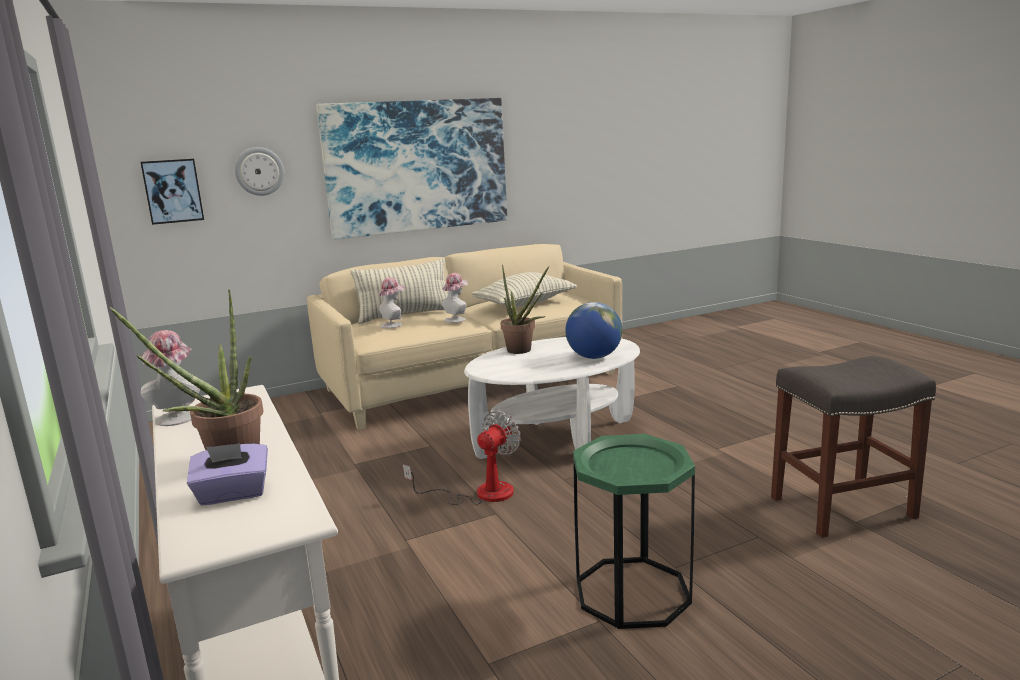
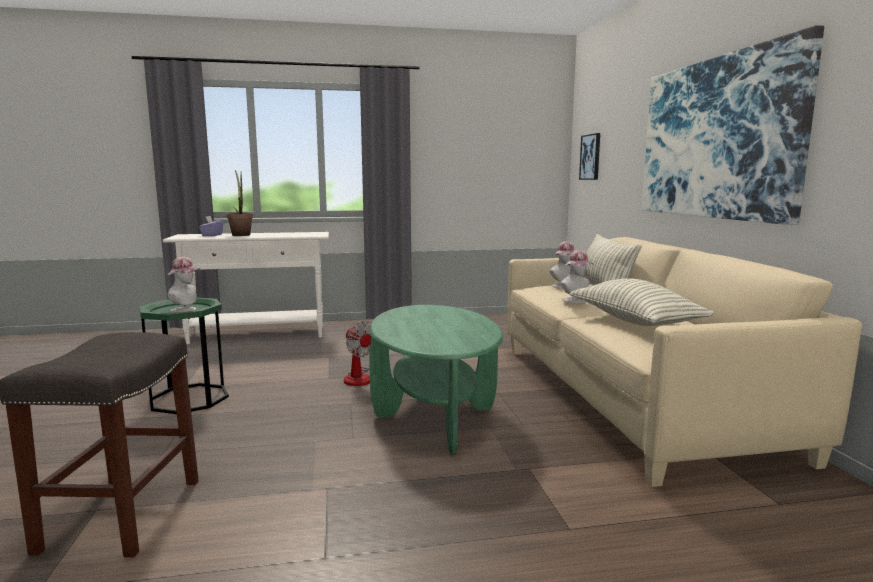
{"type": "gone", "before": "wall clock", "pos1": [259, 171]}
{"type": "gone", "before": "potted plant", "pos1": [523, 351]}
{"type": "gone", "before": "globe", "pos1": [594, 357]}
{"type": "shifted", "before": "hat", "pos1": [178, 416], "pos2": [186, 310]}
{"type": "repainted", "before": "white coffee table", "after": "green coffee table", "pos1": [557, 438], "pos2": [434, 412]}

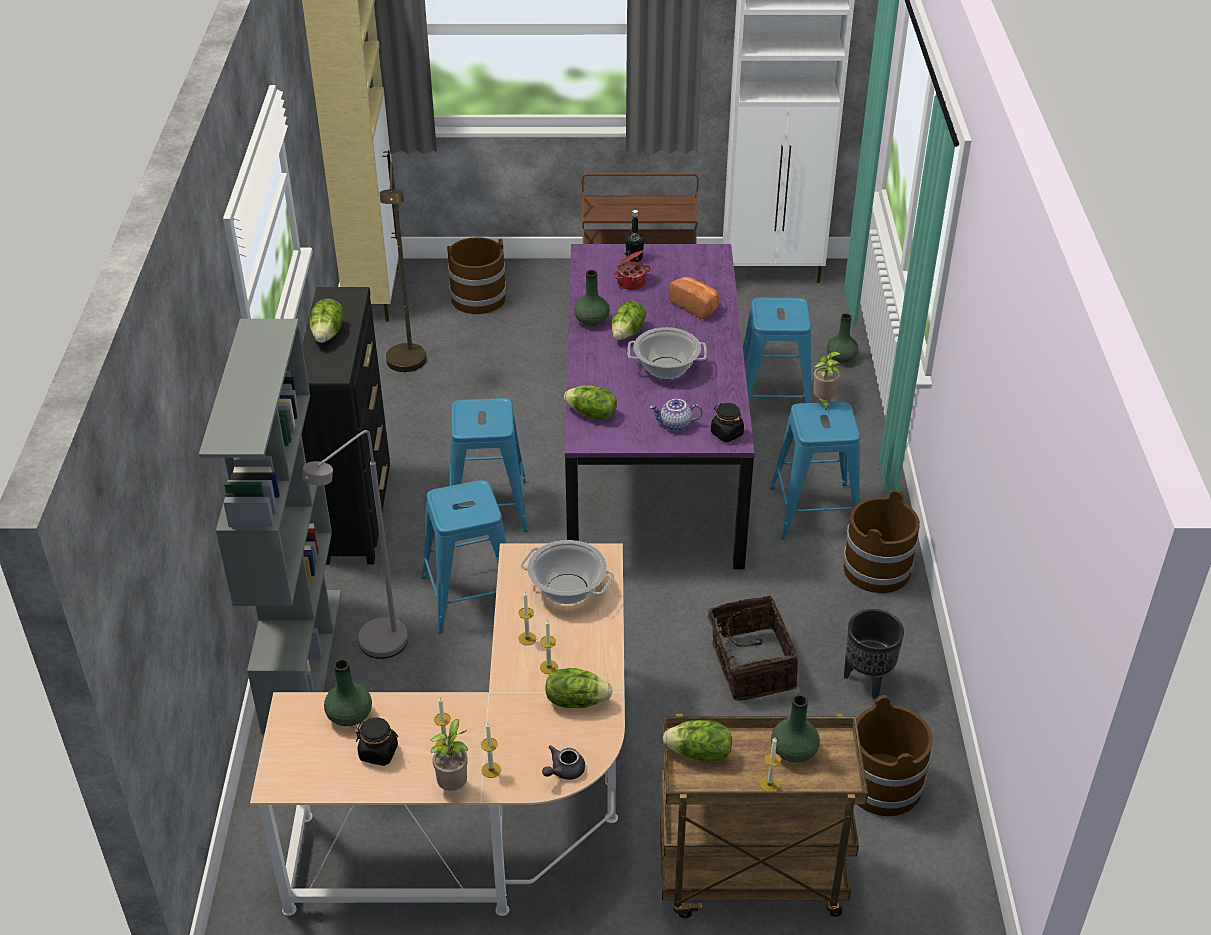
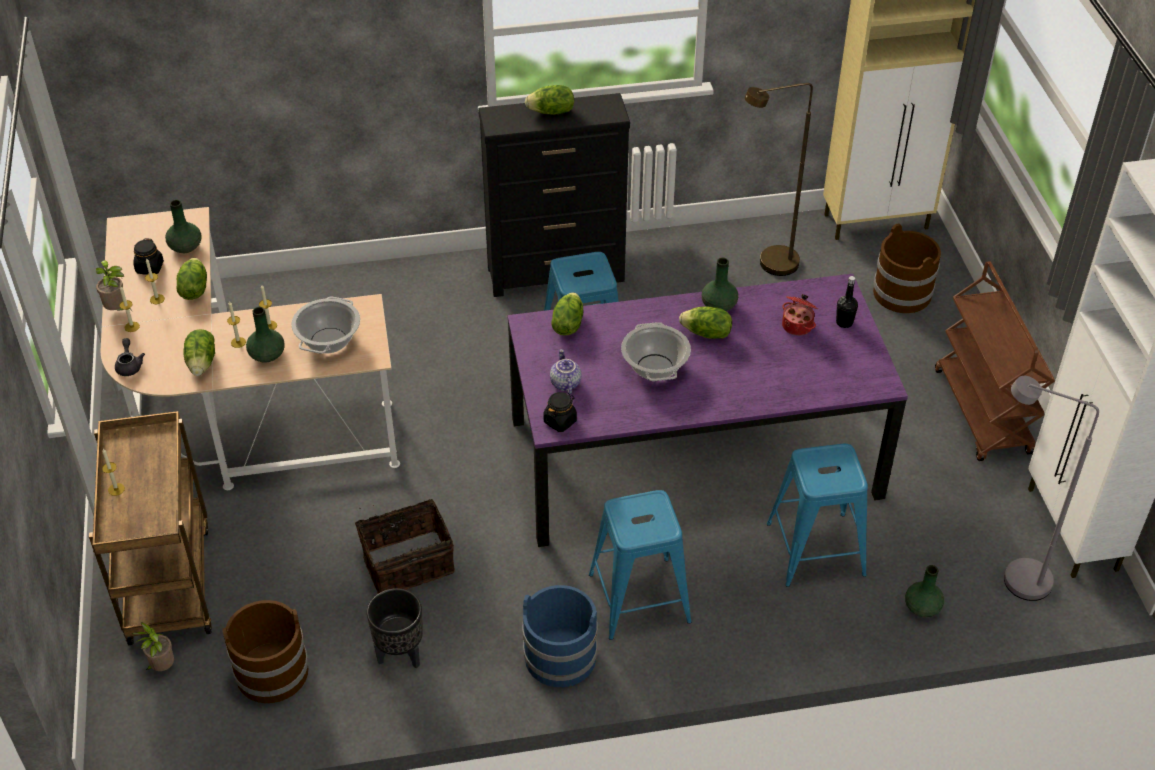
{"type": "gone", "before": "bread", "pos1": [695, 306]}
{"type": "gone", "before": "grey bookcase", "pos1": [301, 658]}
{"type": "shifted", "before": "potted plant", "pos1": [823, 402], "pos2": [161, 667]}
{"type": "shifted", "before": "grey floor lamp", "pos1": [375, 650], "pos2": [1013, 578]}
{"type": "gone", "before": "blue stool", "pos1": [470, 596]}
{"type": "repainted", "before": "brown bucket", "after": "blue bucket", "pos1": [877, 569], "pos2": [559, 657]}
{"type": "shifted", "before": "green vase", "pos1": [793, 751], "pos2": [267, 355]}
{"type": "shifted", "before": "lettuce", "pos1": [699, 754], "pos2": [193, 289]}
{"type": "rotated", "before": "grey teapot", "pos1": [563, 771], "pos2": [129, 365], "turn": 45}

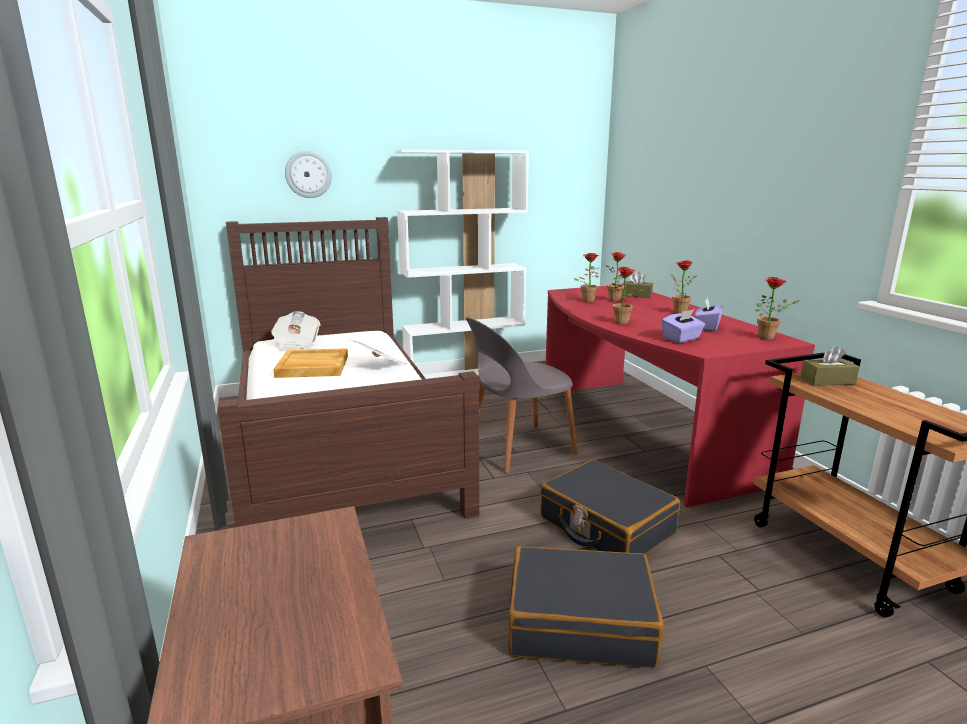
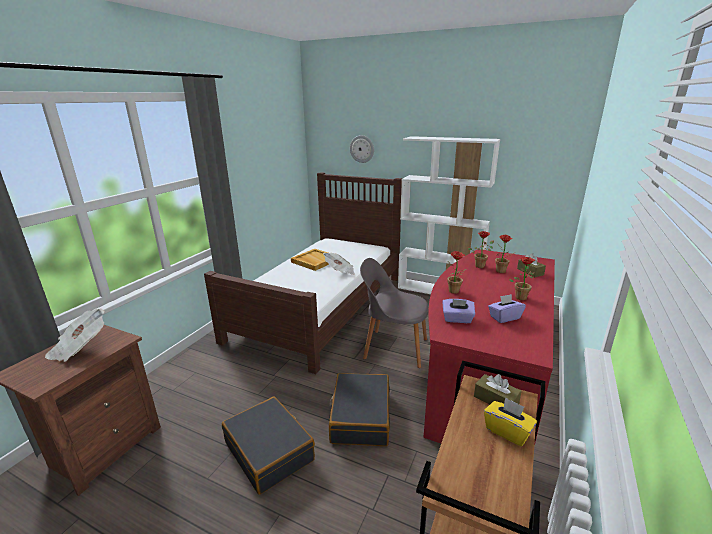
{"type": "gone", "before": "potted plant", "pos1": [769, 337]}
{"type": "shifted", "before": "newspaper", "pos1": [296, 344], "pos2": [80, 348]}
{"type": "new", "after": "yellow tissue box", "pos2": [507, 431]}

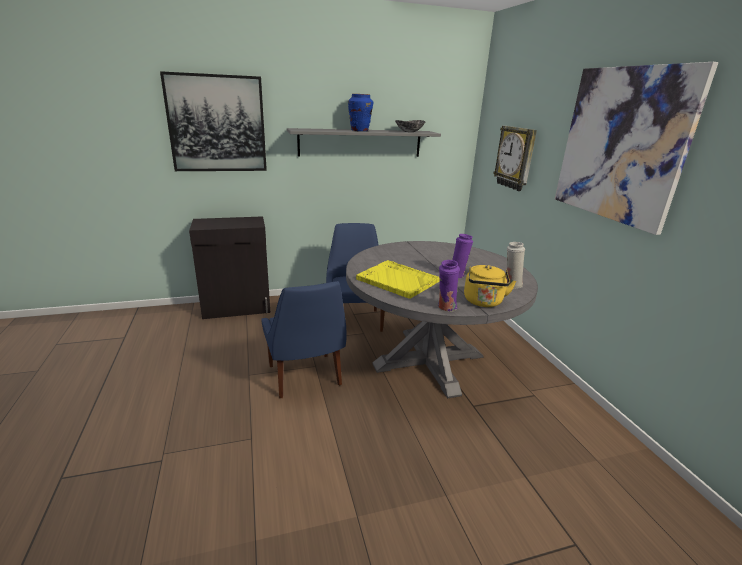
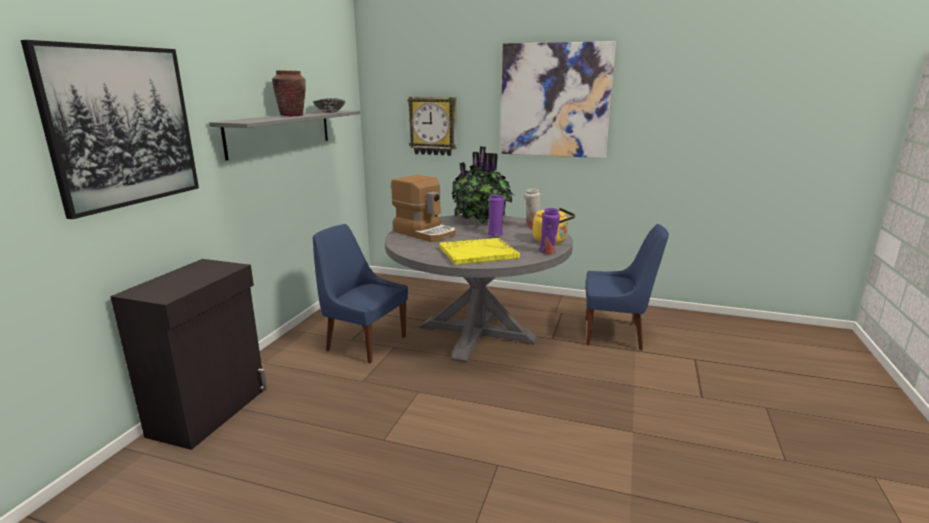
{"type": "repainted", "before": "blue vase", "after": "brown vase", "pos1": [359, 130], "pos2": [292, 115]}
{"type": "shifted", "before": "blue chair", "pos1": [305, 377], "pos2": [616, 334]}
{"type": "new", "after": "potted plant", "pos2": [482, 221]}
{"type": "new", "after": "coffee machine", "pos2": [425, 233]}

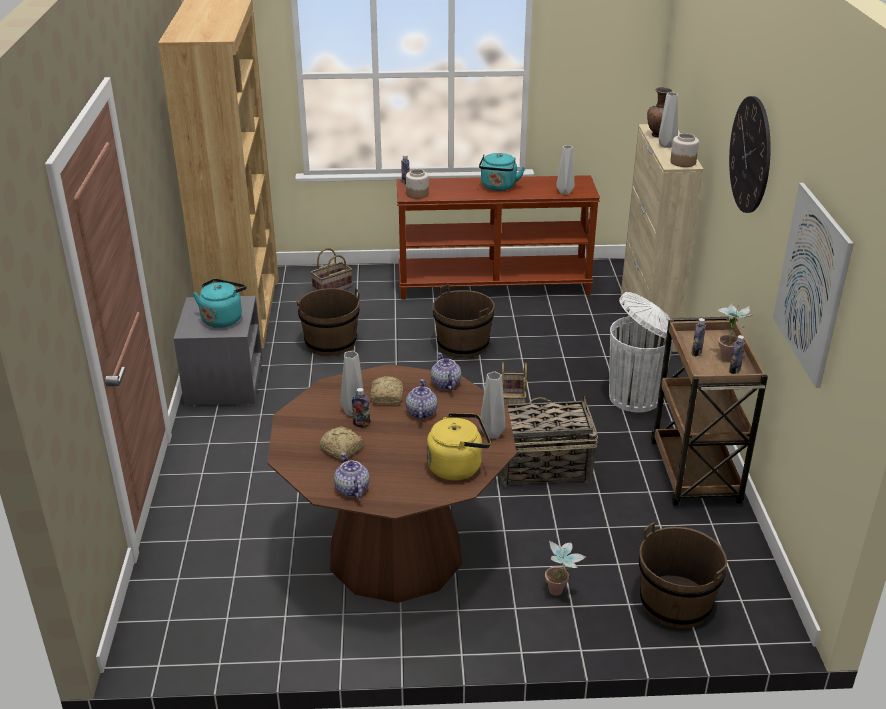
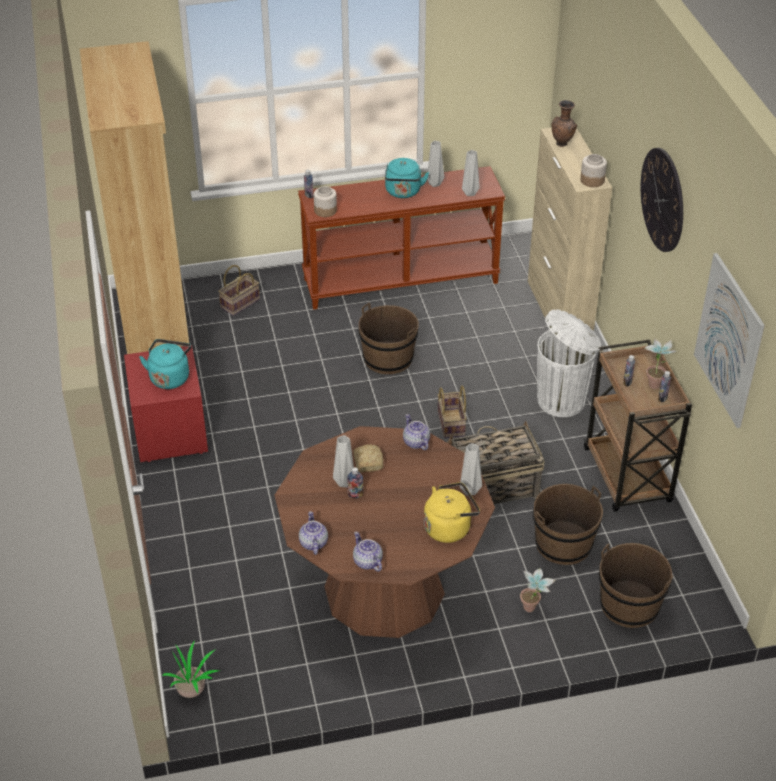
{"type": "shifted", "before": "grey vase", "pos1": [666, 146], "pos2": [435, 184]}
{"type": "shifted", "before": "brown bucket", "pos1": [330, 343], "pos2": [563, 543]}
{"type": "repainted", "before": "grey nightstand", "after": "red nightstand", "pos1": [223, 383], "pos2": [169, 431]}
{"type": "shifted", "before": "teapot", "pos1": [421, 412], "pos2": [313, 543]}
{"type": "gone", "before": "bread", "pos1": [342, 450]}
{"type": "new", "after": "potted plant", "pos2": [193, 690]}

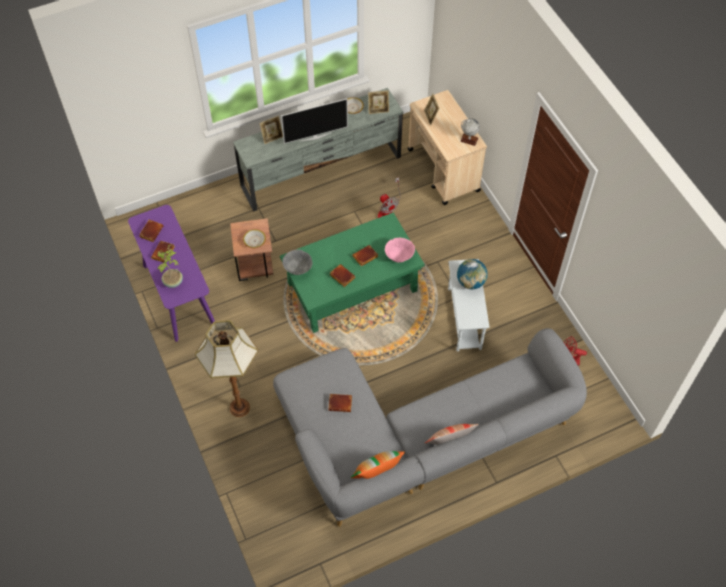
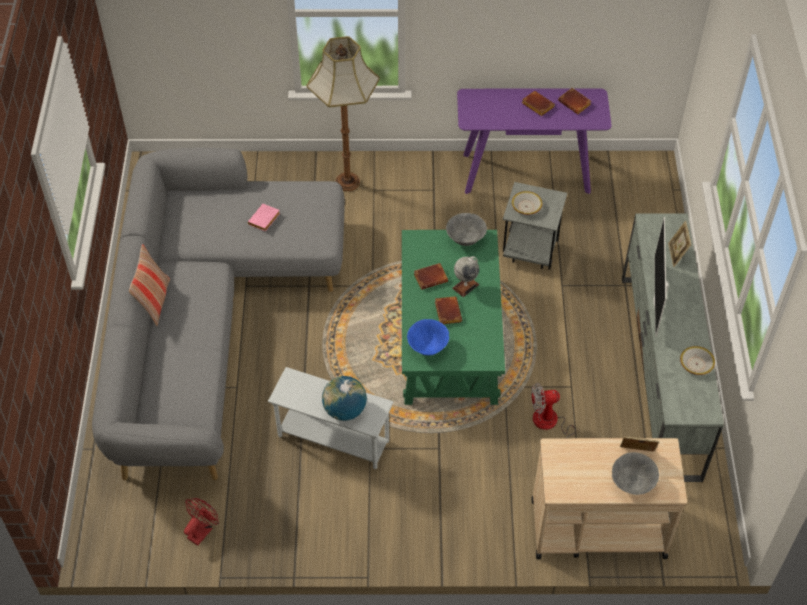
{"type": "gone", "before": "picture frame", "pos1": [378, 110]}
{"type": "shifted", "before": "globe", "pos1": [469, 139], "pos2": [465, 286]}
{"type": "repainted", "before": "brown side table", "after": "grey side table", "pos1": [255, 267], "pos2": [530, 252]}
{"type": "repainted", "before": "pink bowl", "after": "blue bowl", "pos1": [399, 257], "pos2": [428, 347]}
{"type": "gone", "before": "potted plant", "pos1": [173, 281]}
{"type": "repainted", "before": "brown book", "after": "pink book", "pos1": [341, 403], "pos2": [264, 220]}
{"type": "gone", "before": "pillow", "pos1": [376, 474]}
{"type": "new", "after": "grey bowl", "pos2": [632, 484]}

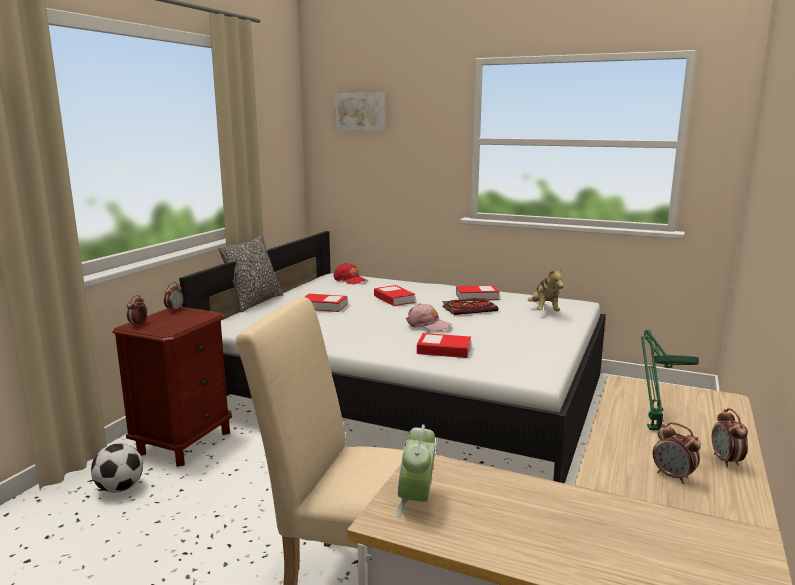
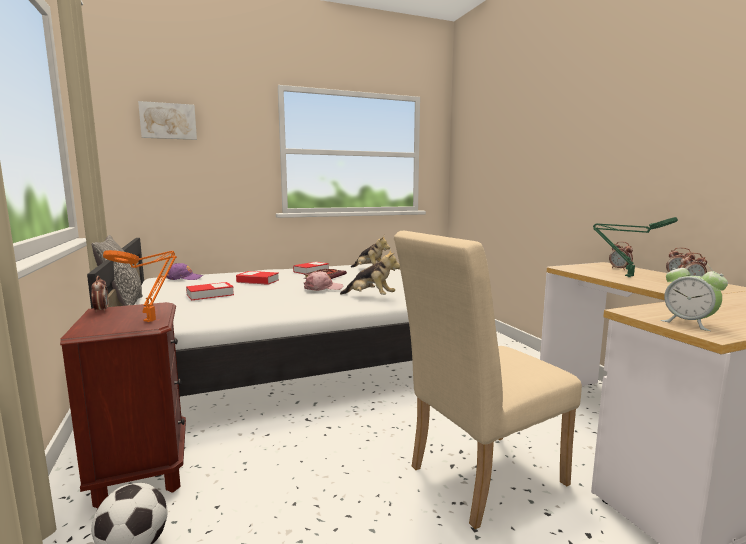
{"type": "repainted", "before": "red cap", "after": "purple cap", "pos1": [350, 280], "pos2": [184, 278]}
{"type": "shifted", "before": "alarm clock", "pos1": [138, 325], "pos2": [619, 269]}
{"type": "swapped", "before": "book", "after": "plush toy", "pos1": [444, 350], "pos2": [370, 297]}
{"type": "new", "after": "orange table lamp", "pos2": [151, 320]}

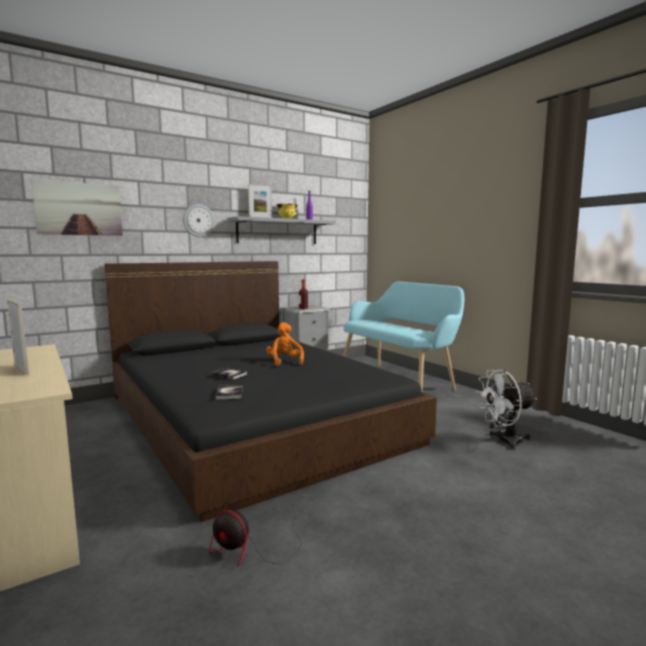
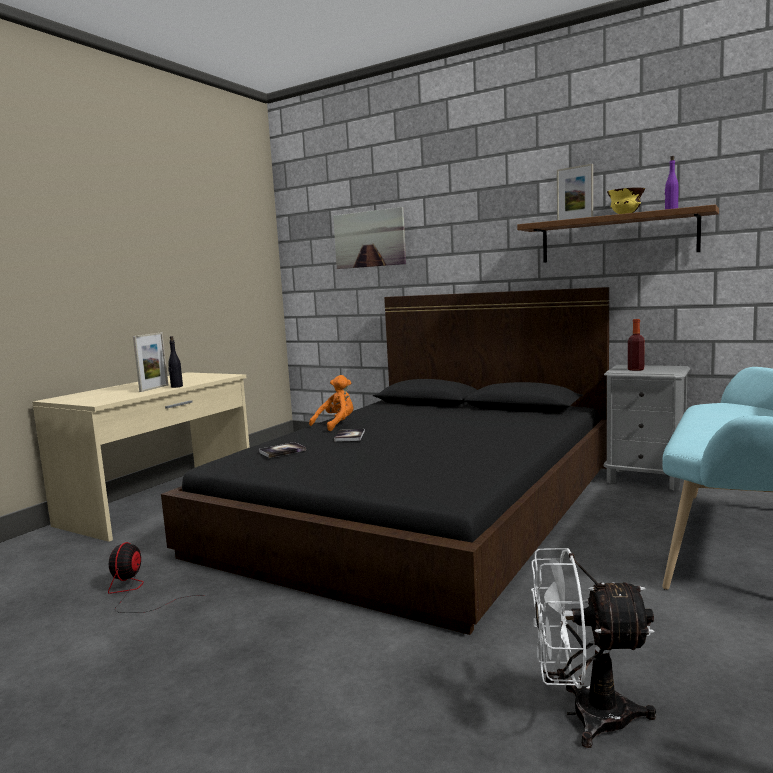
{"type": "gone", "before": "wall clock", "pos1": [198, 220]}
{"type": "repainted", "before": "grey shelf", "after": "brown shelf", "pos1": [278, 231], "pos2": [617, 237]}
{"type": "shifted", "before": "orange plush toy", "pos1": [284, 362], "pos2": [336, 425]}
{"type": "rotated", "before": "white fan", "pos1": [504, 441], "pos2": [584, 715], "turn": -45}
{"type": "new", "after": "black bottle", "pos2": [176, 386]}

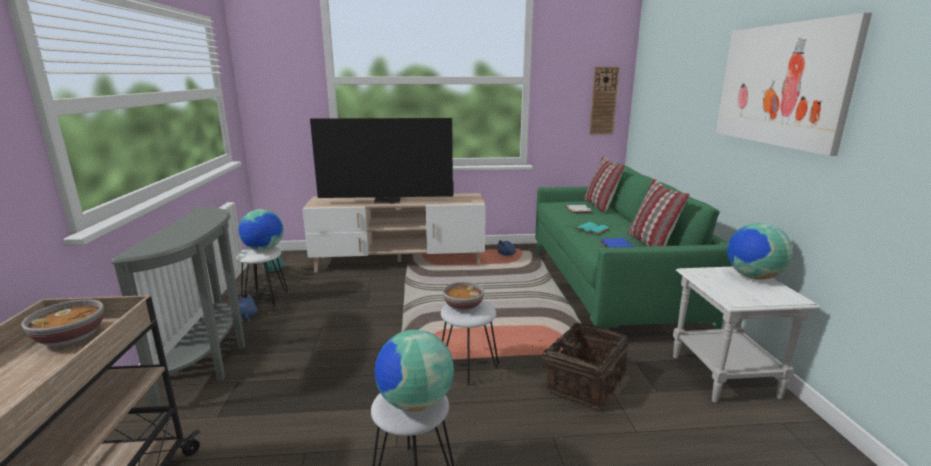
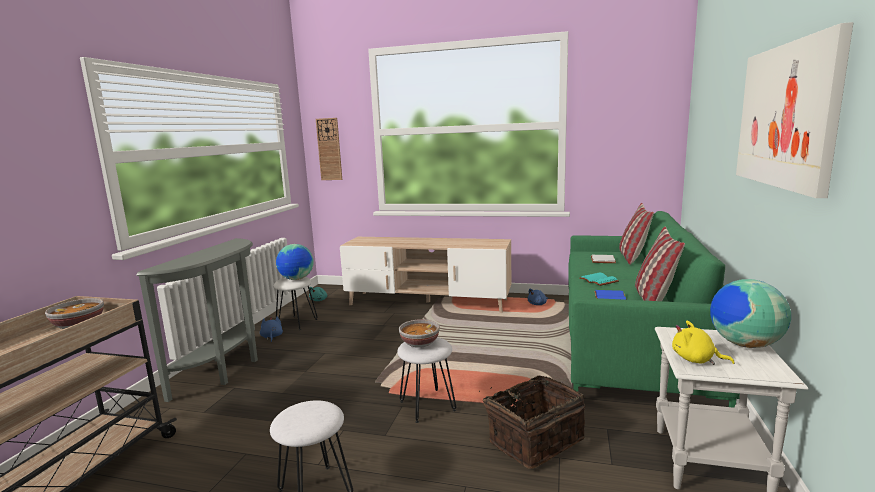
{"type": "shifted", "before": "wall clock", "pos1": [603, 101], "pos2": [329, 149]}
{"type": "gone", "before": "television", "pos1": [387, 201]}
{"type": "gone", "before": "globe", "pos1": [415, 402]}
{"type": "new", "after": "yellow plush toy", "pos2": [696, 360]}

